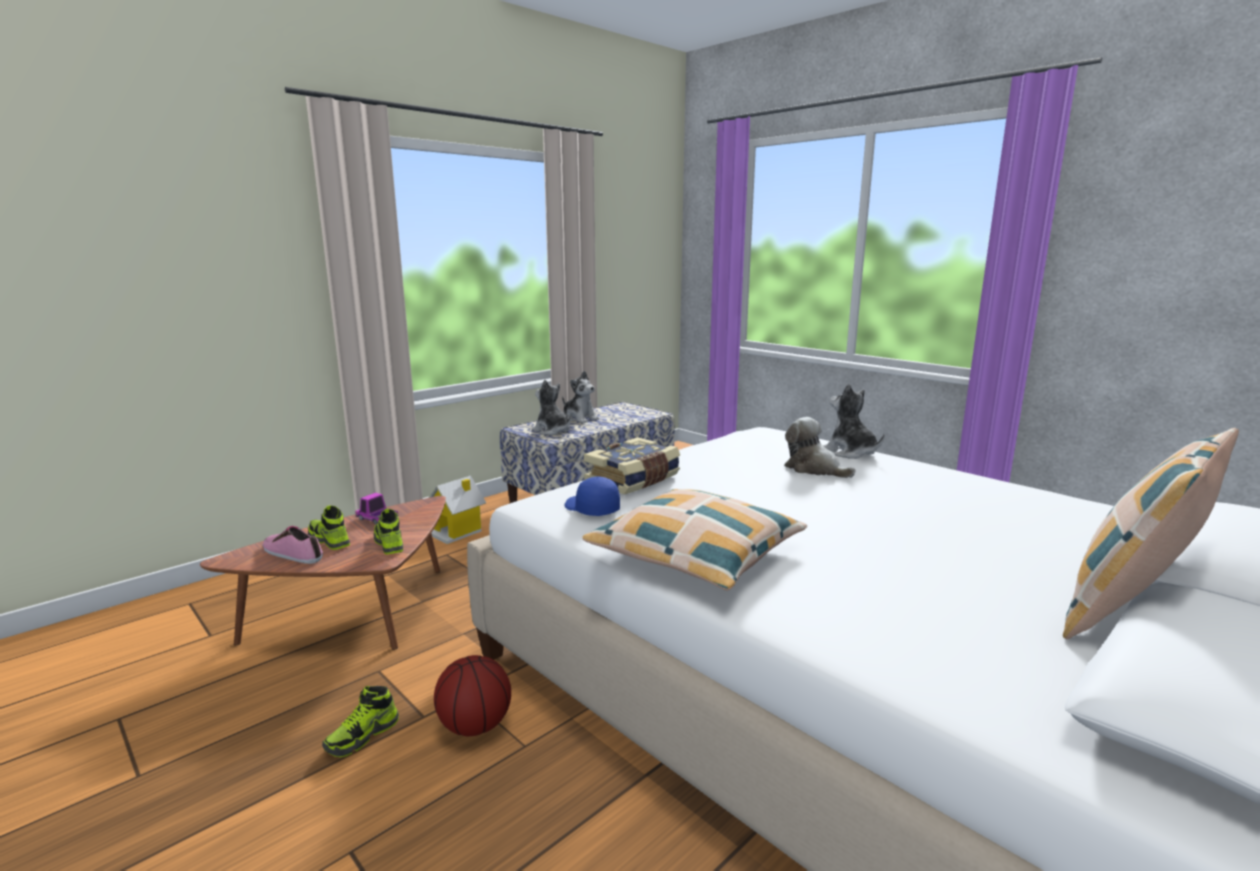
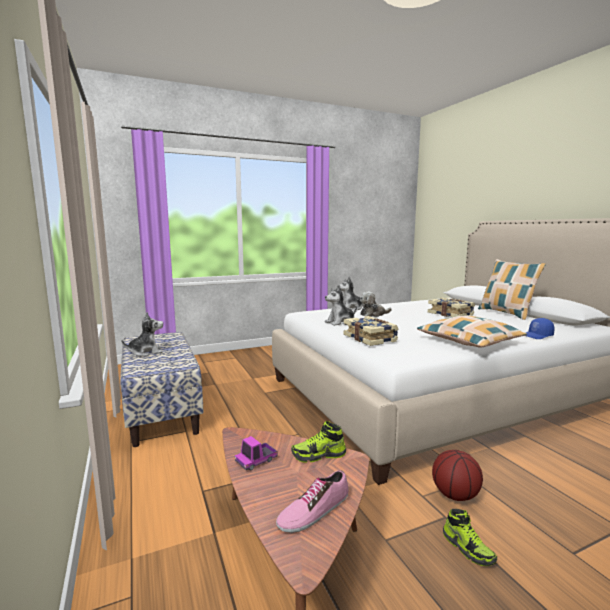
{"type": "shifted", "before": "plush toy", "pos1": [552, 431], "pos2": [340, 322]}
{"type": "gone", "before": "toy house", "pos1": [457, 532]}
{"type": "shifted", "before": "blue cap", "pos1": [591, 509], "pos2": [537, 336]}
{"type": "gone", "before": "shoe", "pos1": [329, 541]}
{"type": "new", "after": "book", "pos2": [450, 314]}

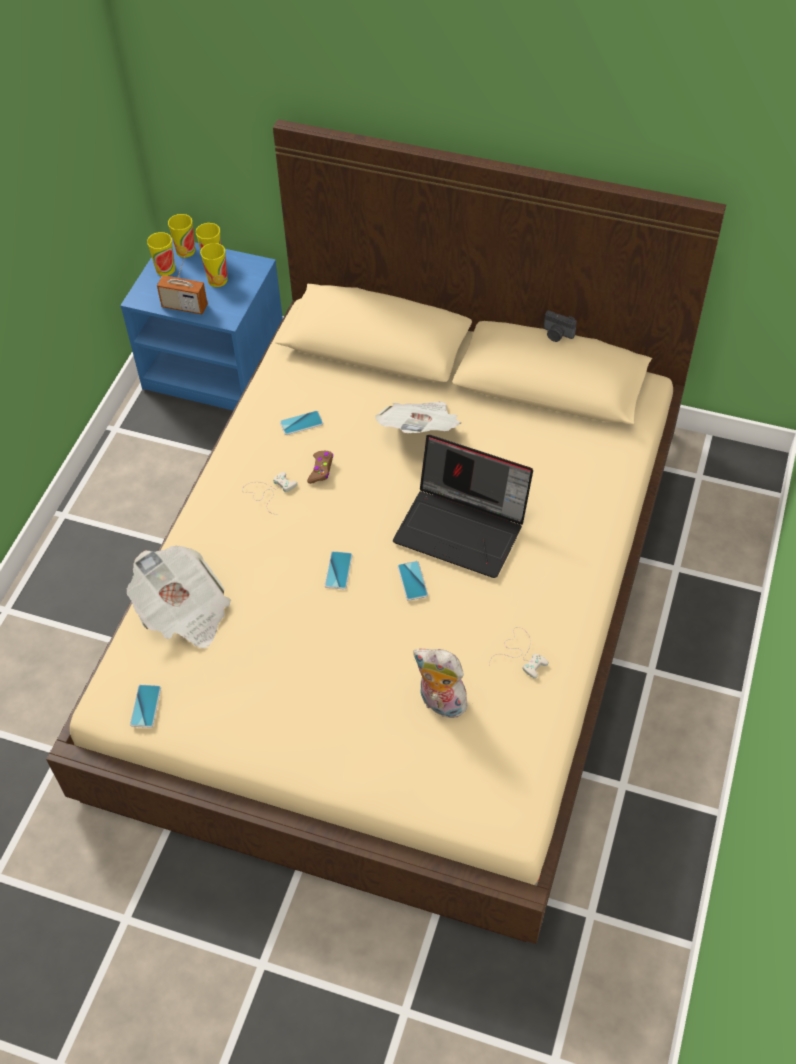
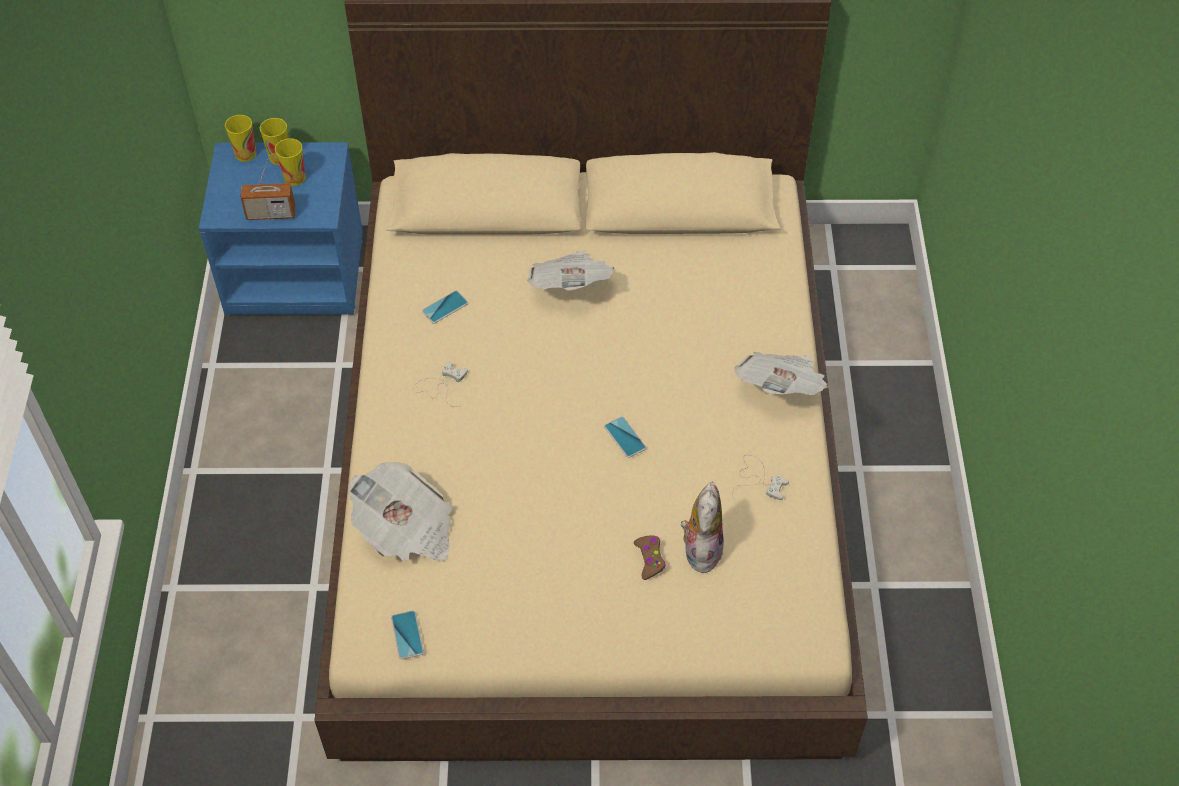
{"type": "gone", "before": "cup", "pos1": [165, 269]}
{"type": "gone", "before": "photo camera", "pos1": [557, 335]}
{"type": "gone", "before": "laptop", "pos1": [463, 528]}
{"type": "shifted", "before": "brown game controller", "pos1": [321, 470], "pos2": [650, 559]}
{"type": "gone", "before": "phone", "pos1": [338, 570]}
{"type": "rotated", "before": "plush toy", "pos1": [440, 703], "pos2": [700, 549], "turn": 90}
{"type": "new", "after": "newspaper", "pos2": [781, 388]}

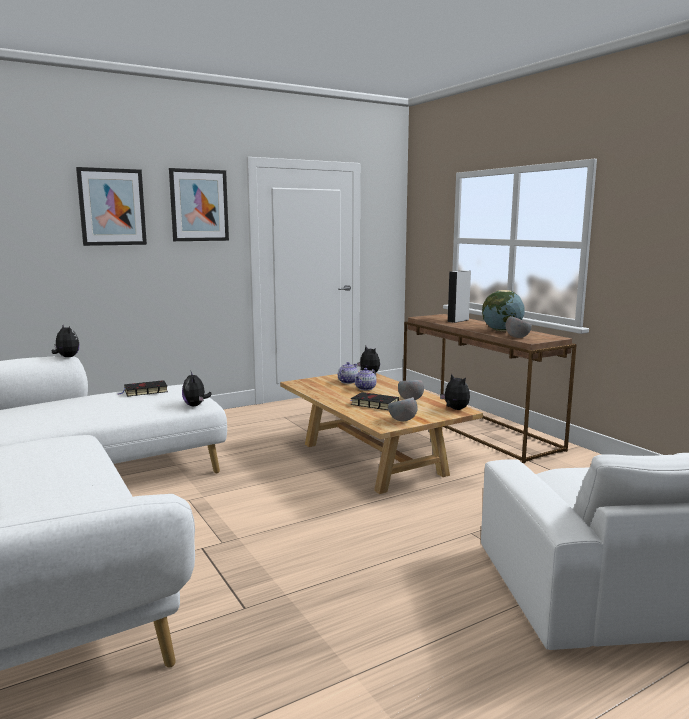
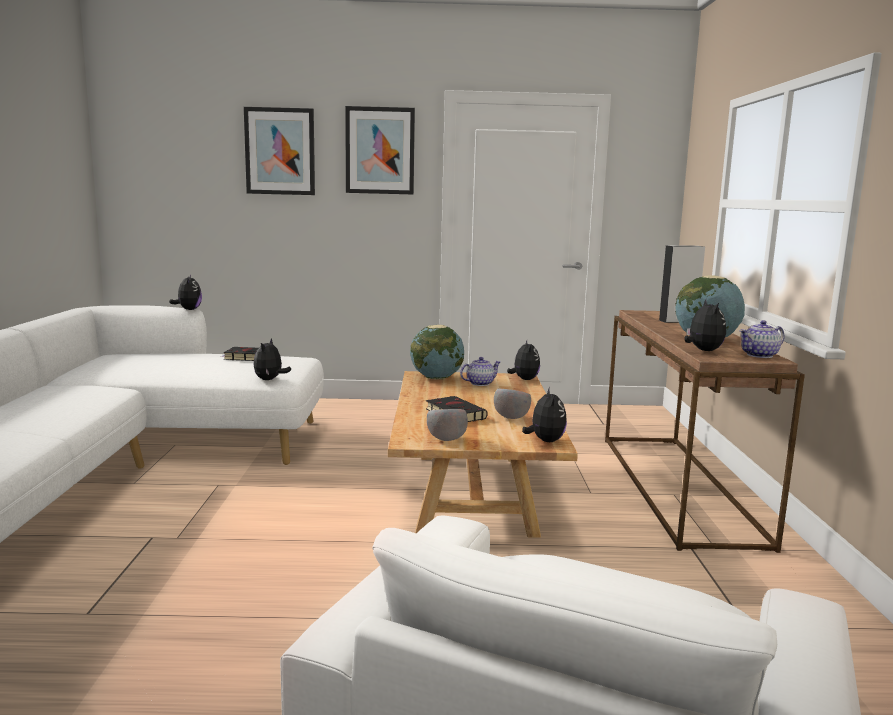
{"type": "swapped", "before": "grey bowl", "after": "plush toy", "pos1": [517, 337], "pos2": [703, 350]}
{"type": "shifted", "before": "teapot", "pos1": [365, 388], "pos2": [760, 355]}
{"type": "new", "after": "globe", "pos2": [436, 378]}

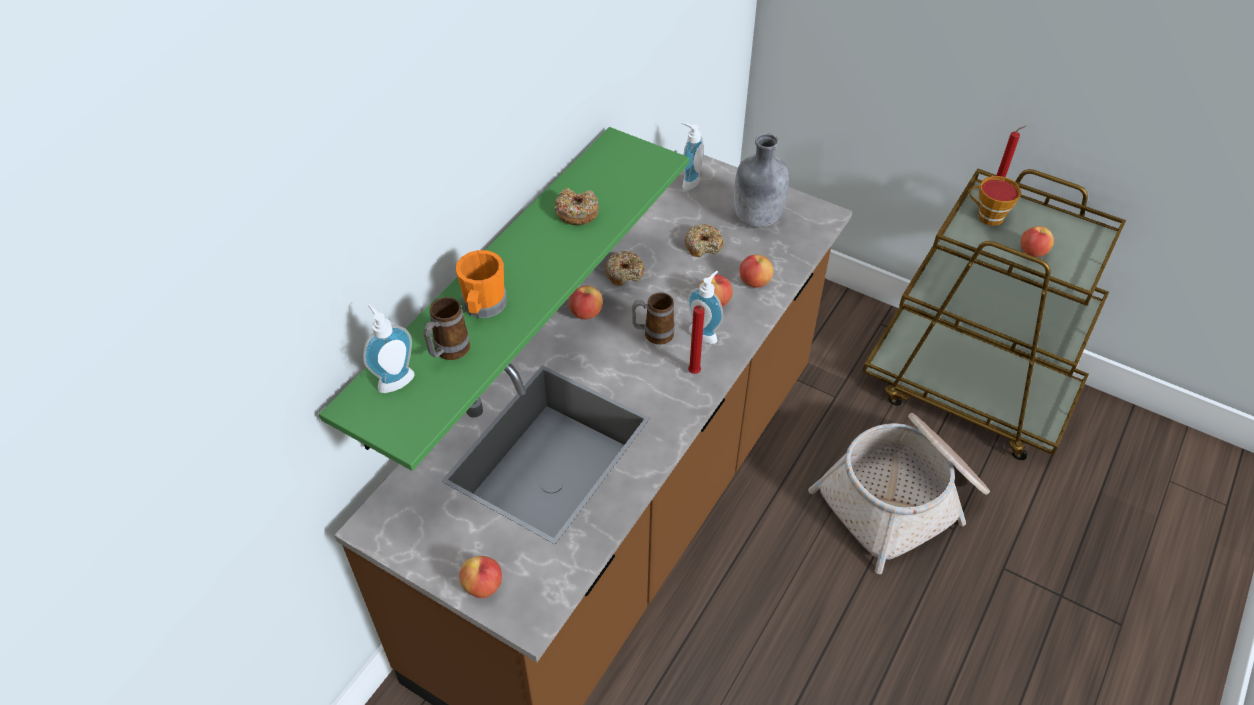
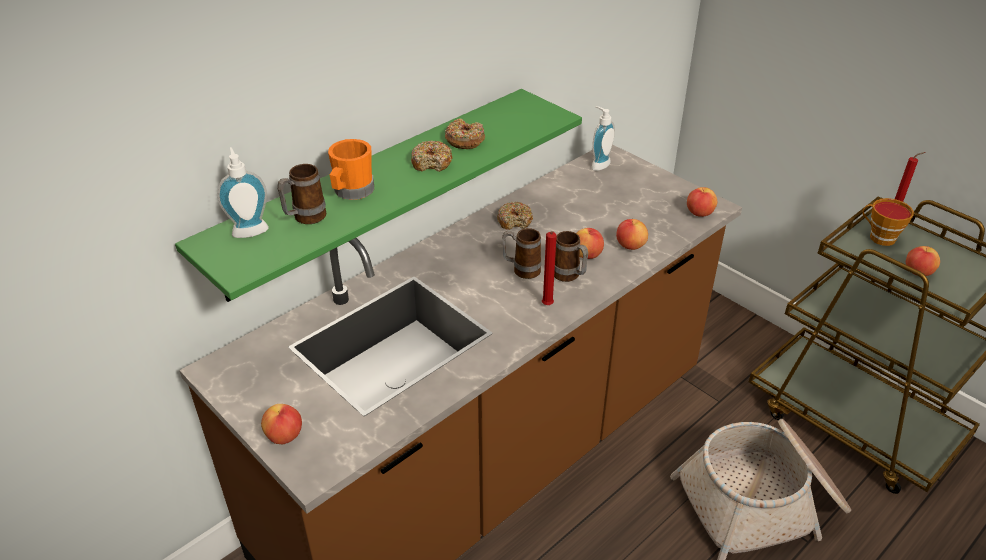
{"type": "gone", "before": "grey bottle", "pos1": [756, 218]}
{"type": "shifted", "before": "donut", "pos1": [703, 245], "pos2": [432, 163]}
{"type": "swapped", "before": "soap dispenser", "after": "mug", "pos1": [705, 333], "pos2": [569, 277]}
{"type": "shifted", "before": "apple", "pos1": [586, 313], "pos2": [699, 213]}

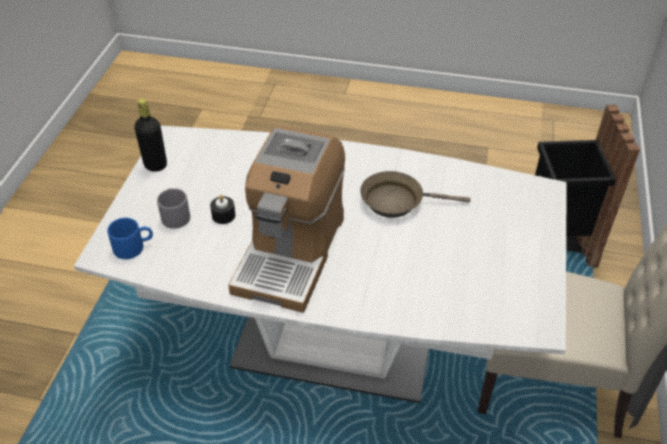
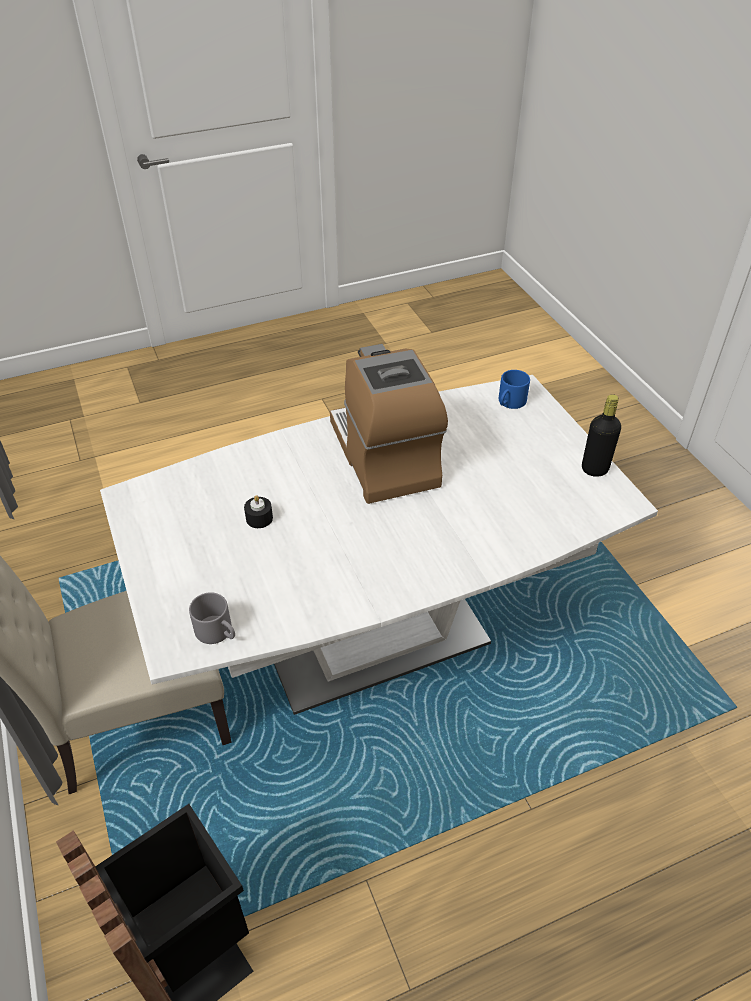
{"type": "gone", "before": "brown frying pan", "pos1": [397, 201]}
{"type": "shifted", "before": "grey mug", "pos1": [174, 215], "pos2": [218, 632]}
{"type": "shifted", "before": "black candle", "pos1": [223, 215], "pos2": [259, 518]}

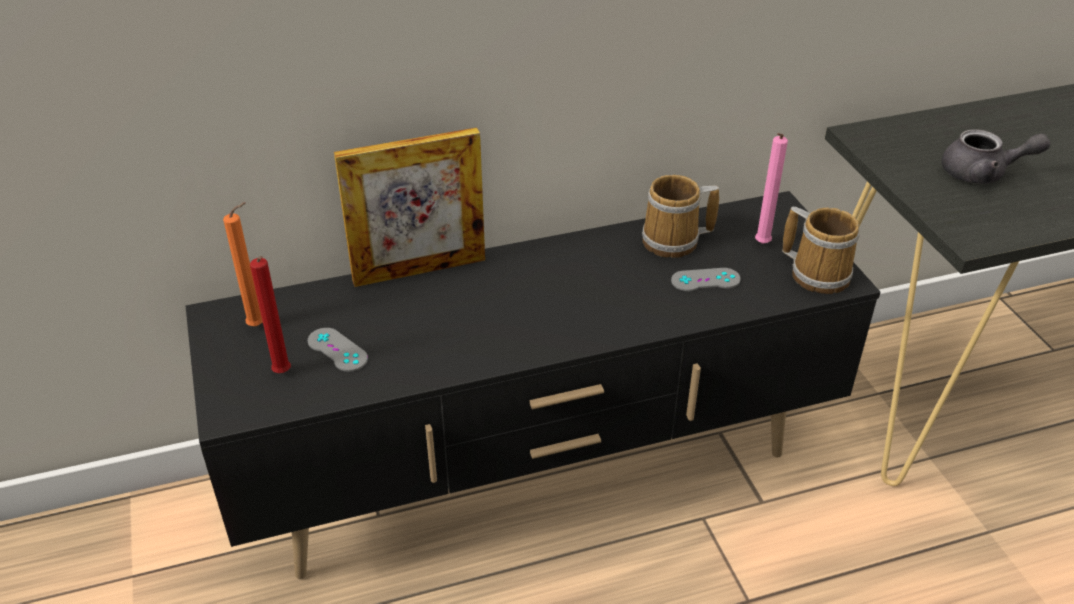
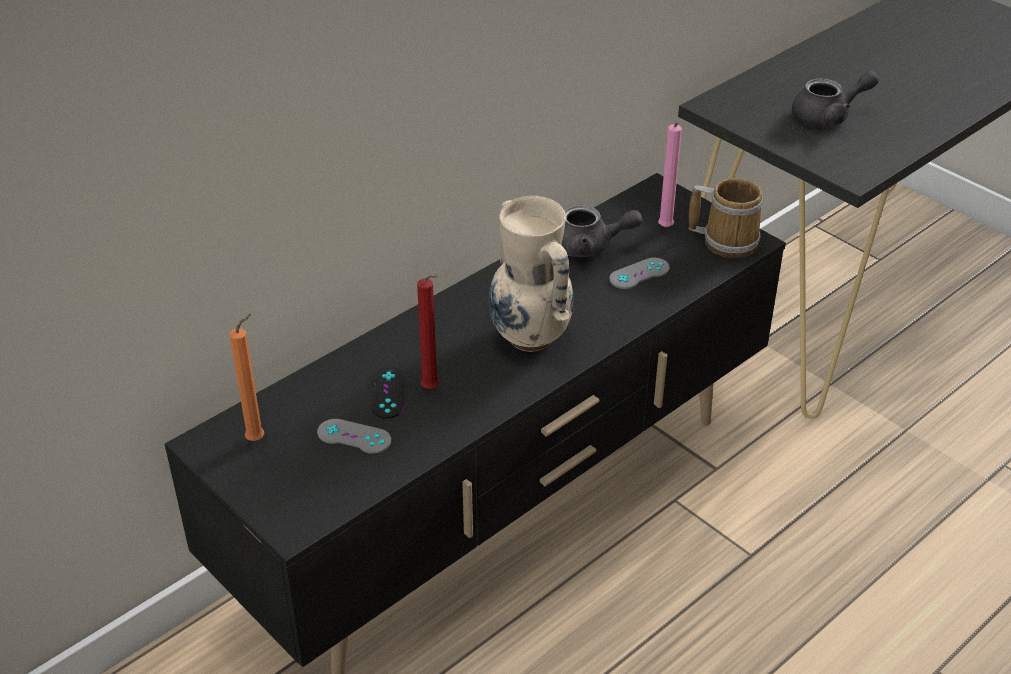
{"type": "gone", "before": "picture frame", "pos1": [419, 270]}
{"type": "swapped", "before": "mug", "after": "grey teapot", "pos1": [674, 241], "pos2": [590, 246]}
{"type": "shifted", "before": "red candle", "pos1": [283, 374], "pos2": [432, 390]}
{"type": "new", "after": "beige vase", "pos2": [530, 338]}
{"type": "new", "after": "black game controller", "pos2": [388, 393]}

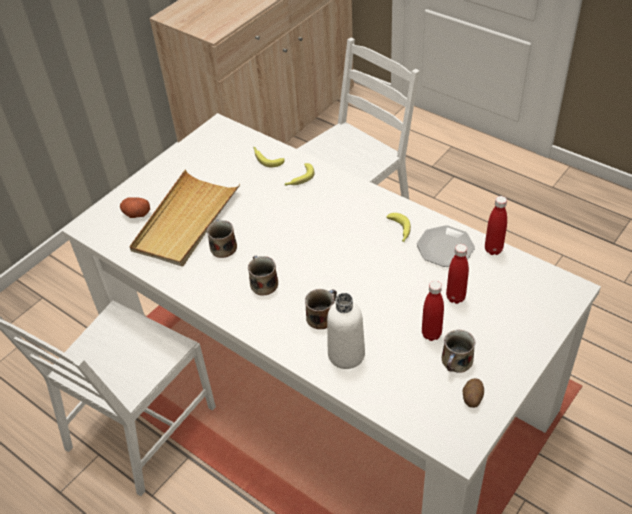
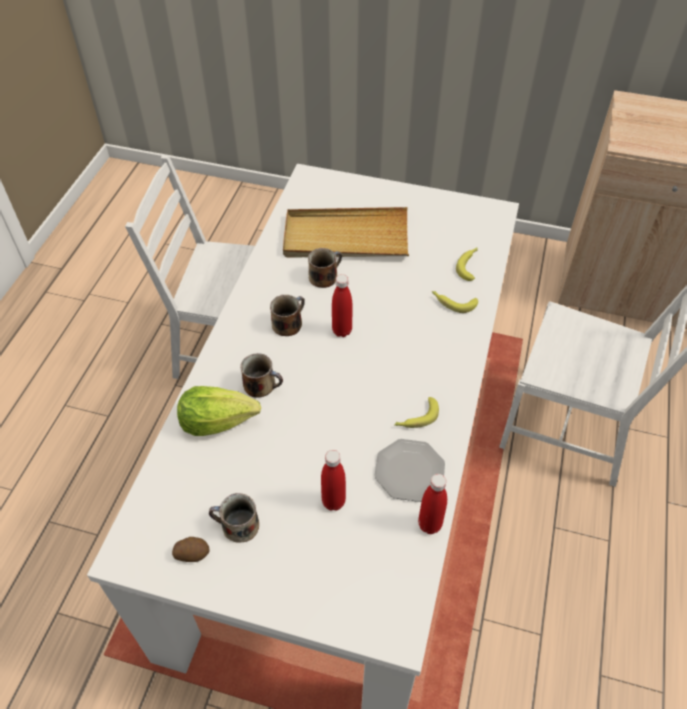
{"type": "gone", "before": "potato", "pos1": [136, 213]}
{"type": "shifted", "before": "red bottle", "pos1": [431, 334], "pos2": [342, 331]}
{"type": "swapped", "before": "white bottle", "after": "lettuce", "pos1": [346, 354], "pos2": [217, 420]}

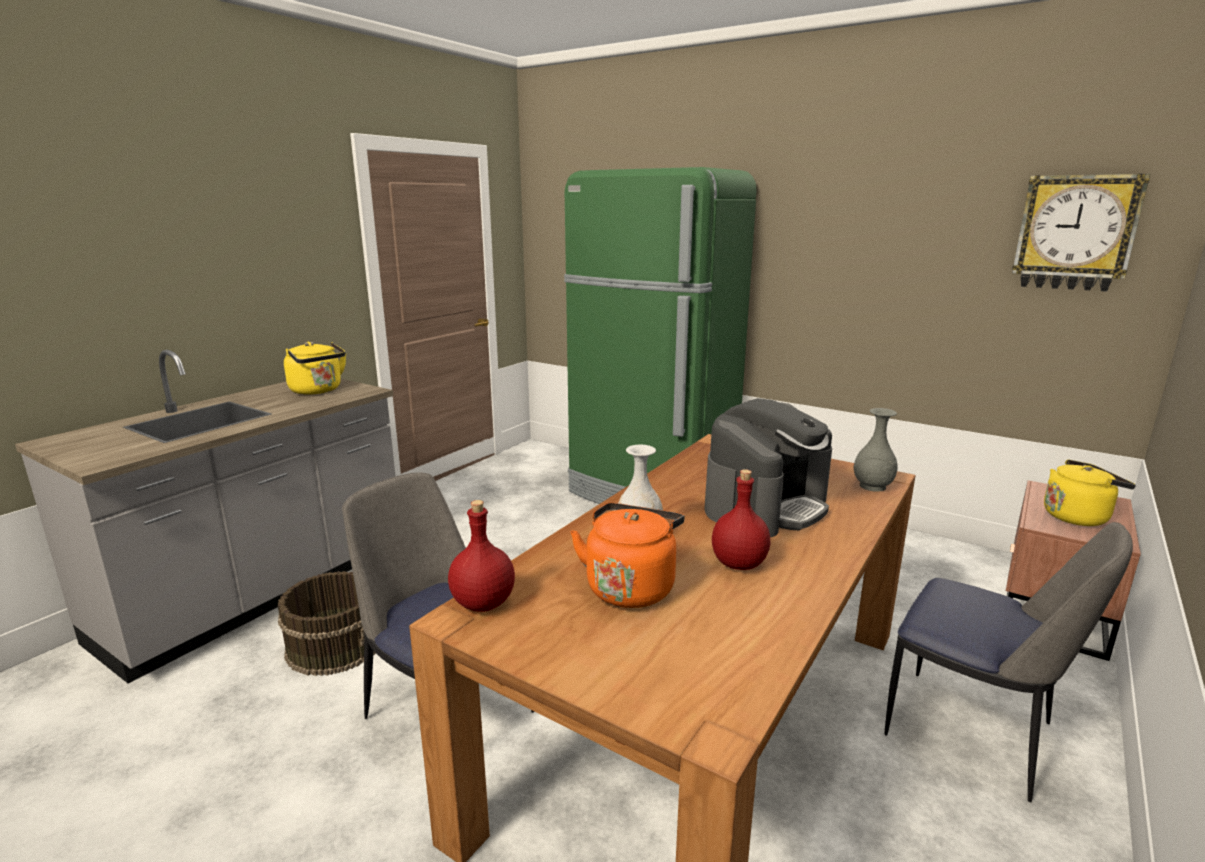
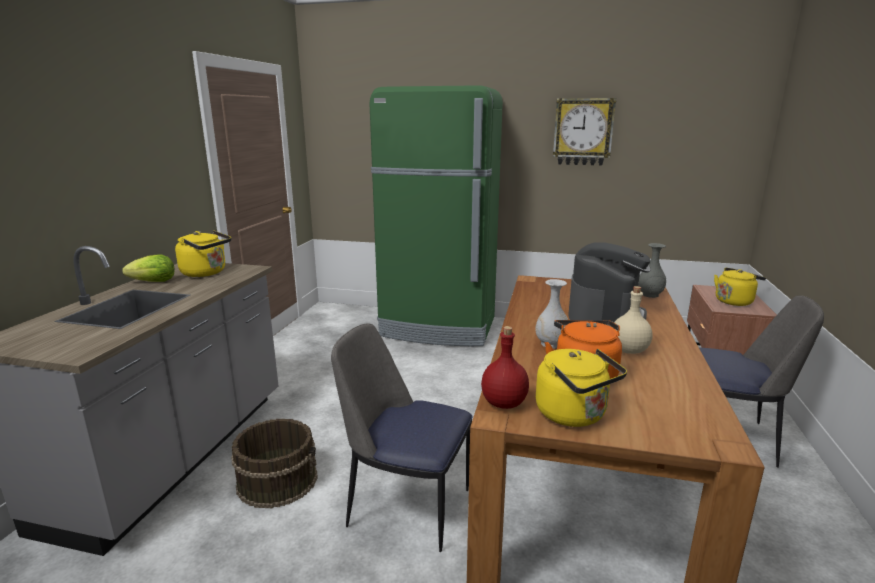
{"type": "shifted", "before": "wall clock", "pos1": [1075, 233], "pos2": [583, 132]}
{"type": "repainted", "before": "red bottle", "after": "beige bottle", "pos1": [739, 563], "pos2": [629, 350]}
{"type": "new", "after": "lettuce", "pos2": [154, 282]}
{"type": "new", "after": "yellow kettle", "pos2": [574, 415]}

